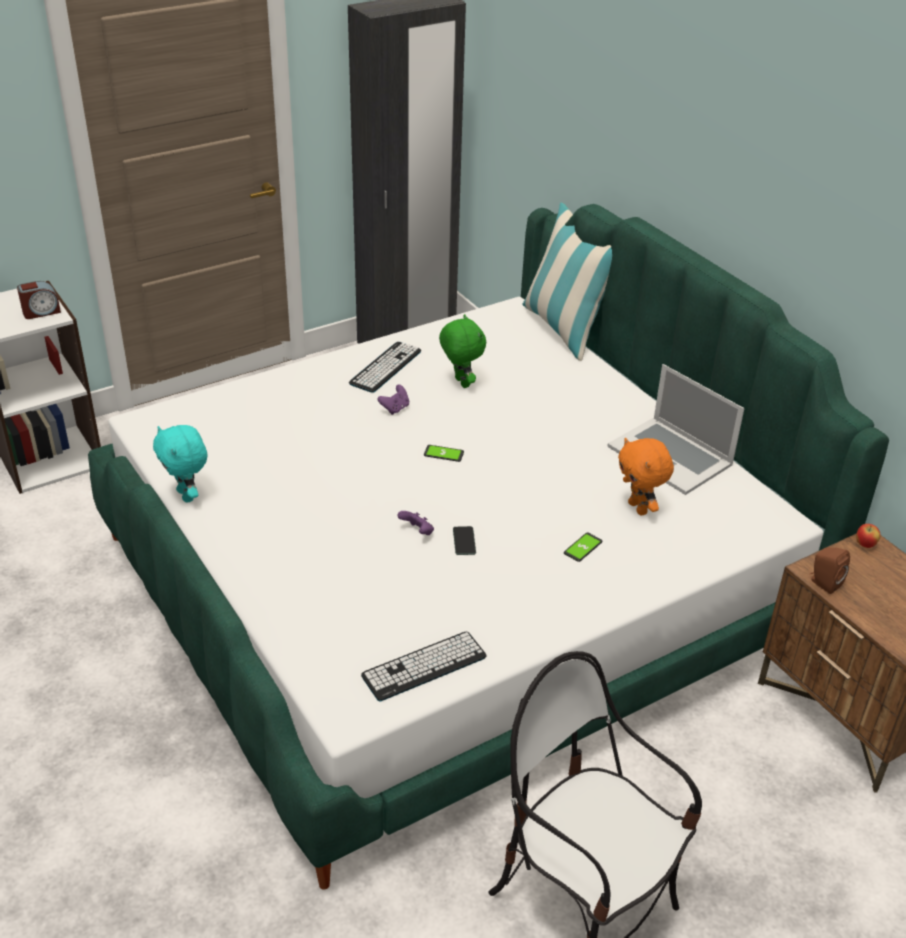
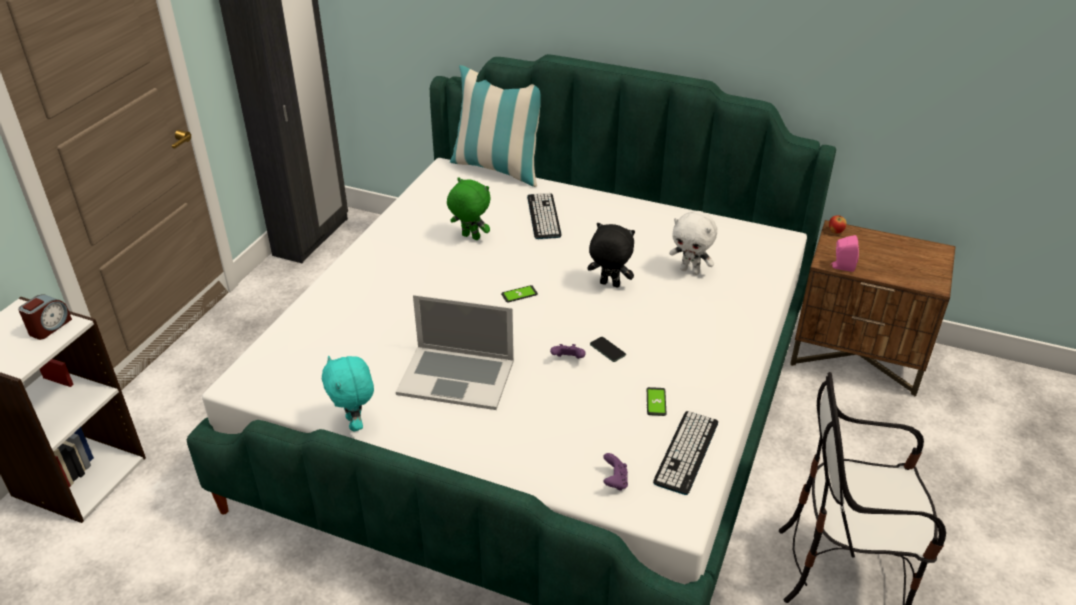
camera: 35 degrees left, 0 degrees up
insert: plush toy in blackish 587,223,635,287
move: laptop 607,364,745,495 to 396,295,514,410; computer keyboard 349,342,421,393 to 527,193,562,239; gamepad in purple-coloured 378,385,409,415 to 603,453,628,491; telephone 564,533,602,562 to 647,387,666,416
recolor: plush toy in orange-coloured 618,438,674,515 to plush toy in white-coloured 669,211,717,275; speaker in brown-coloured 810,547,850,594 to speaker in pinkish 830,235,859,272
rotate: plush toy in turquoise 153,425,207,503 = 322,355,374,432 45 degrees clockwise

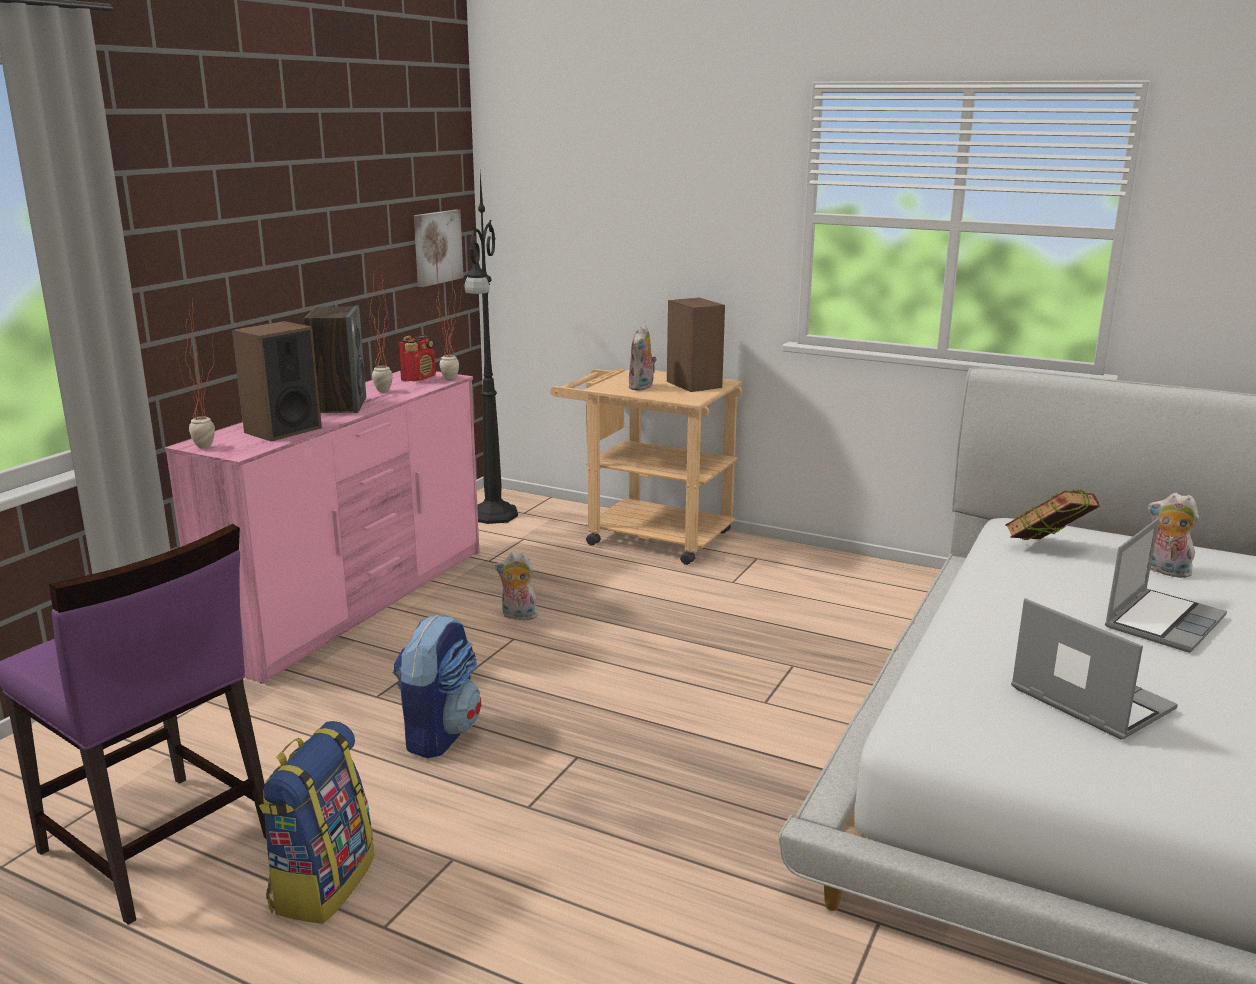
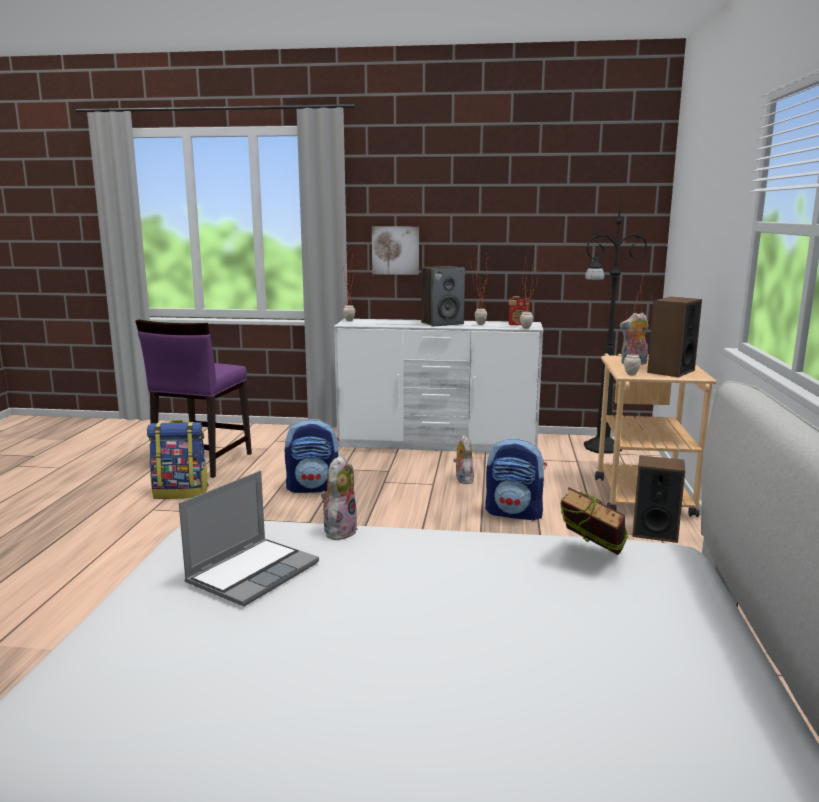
camera: 70 degrees right, 5 degrees down
delete: laptop 1105,518,1227,653
insert: rucksack 485,438,547,521; houseplant 624,277,652,375
move: plush toy 1148,493,1199,578 to 321,455,358,540; wall art 414,210,464,287 to 372,227,419,275; speaker 232,321,322,441 to 632,455,685,543
recolor: chest of drawers in pinkish 165,371,480,684 to chest of drawers in white-coloured 334,319,544,453

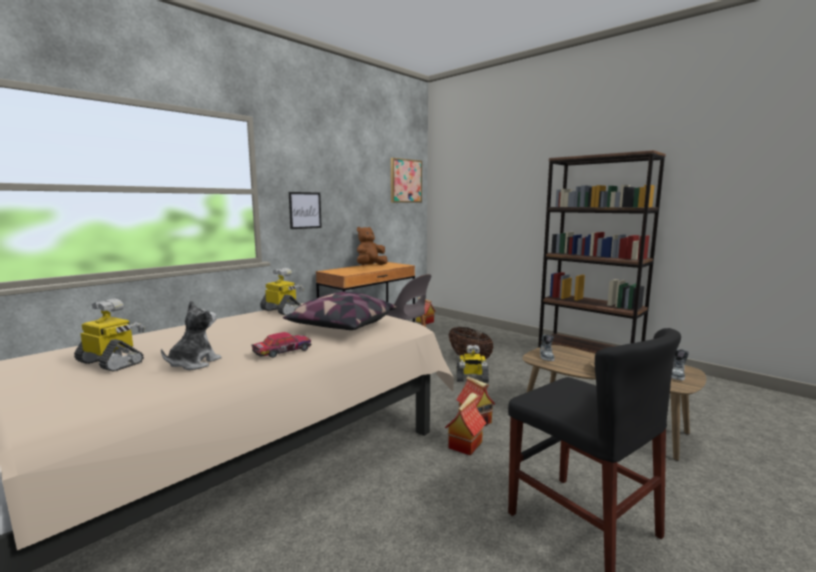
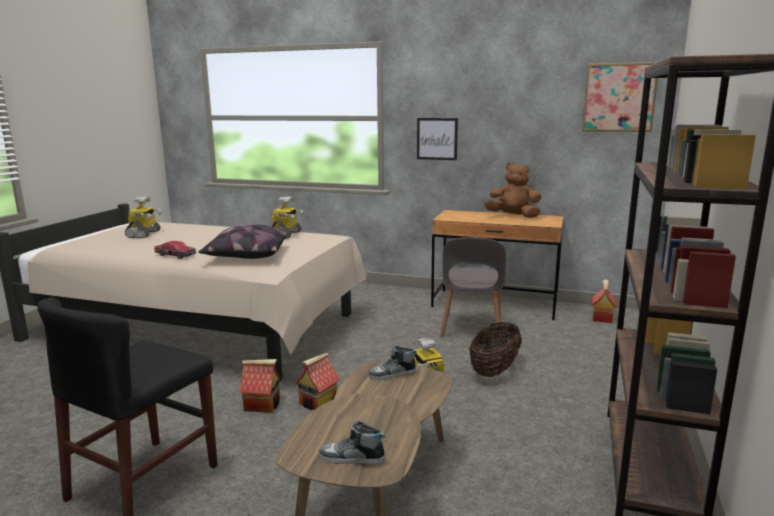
camera: 65 degrees right, 5 degrees up
delete: plush toy 161,300,221,370

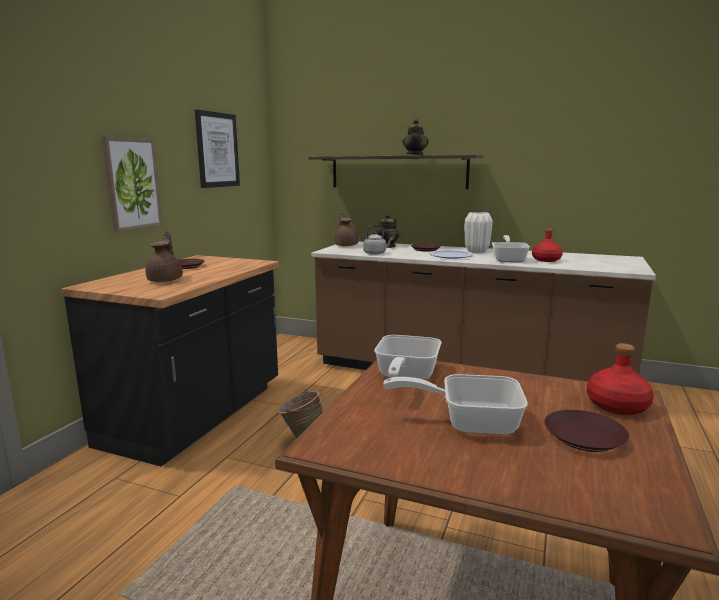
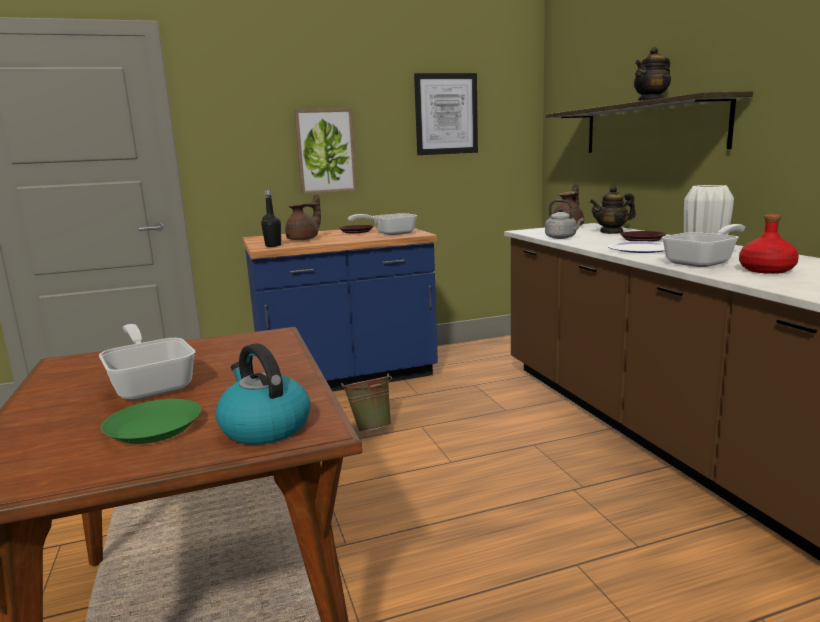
camera: 50 degrees right, 0 degrees up
insert: beverage bottle in blackish 261,190,281,247
move: pan 374,335,442,380 to 348,213,417,235
replace: beverage bottle in reddish 587,343,654,415 to tea kettle 216,343,311,445
recolor: plate in brown-coloured 544,410,629,452 to plate in greenish 101,399,201,444; counter in blackish 62,255,279,466 to counter in blue 242,226,438,391

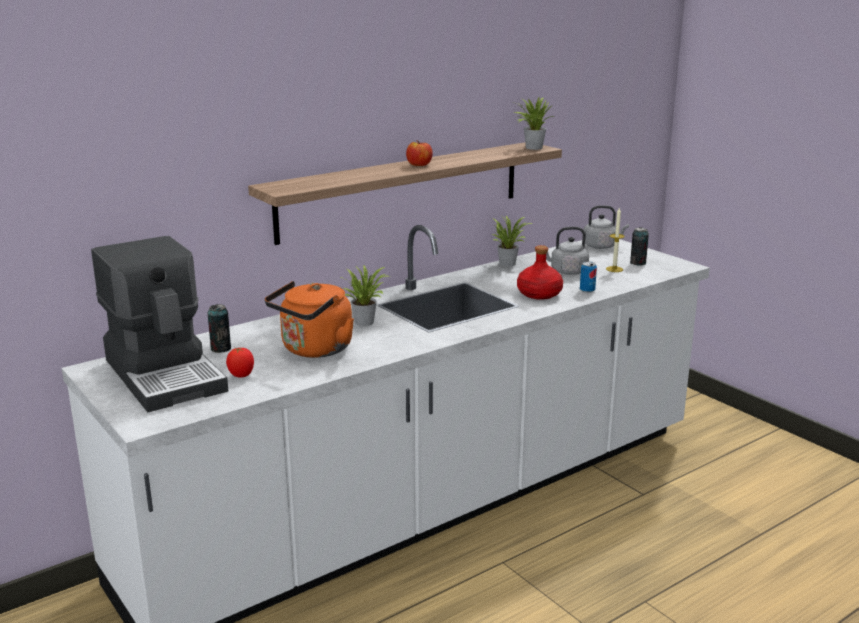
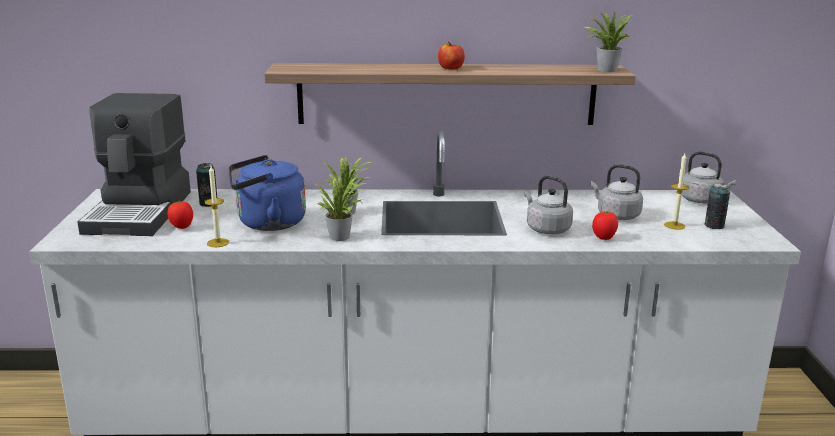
camera: 35 degrees right, 0 degrees up
insert: candle 205,166,229,247
move: houseplant 491,216,533,266 to 313,177,367,241
replace: beverage bottle in reddish 517,245,563,300 to tea kettle in grey 524,175,573,234; sealed can 580,262,597,293 to fresh tomato 592,211,618,240
recolor: tea kettle in orange-coloured 265,281,354,358 to tea kettle in blue 229,155,306,231

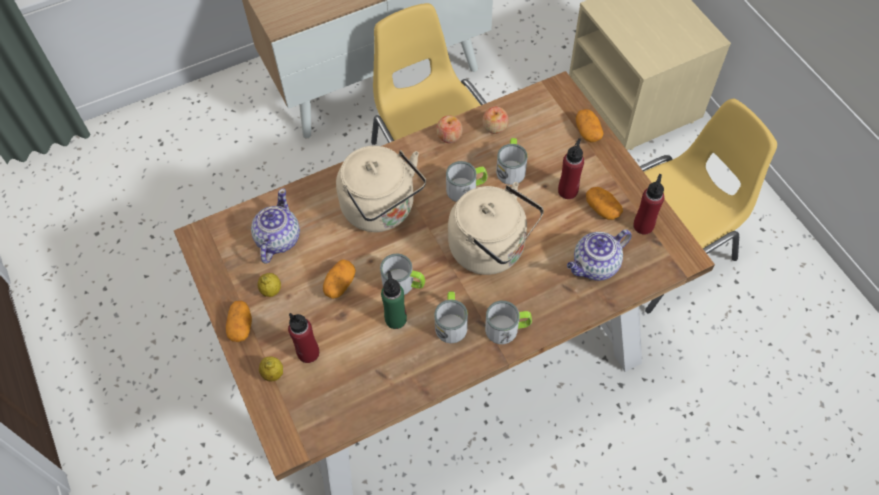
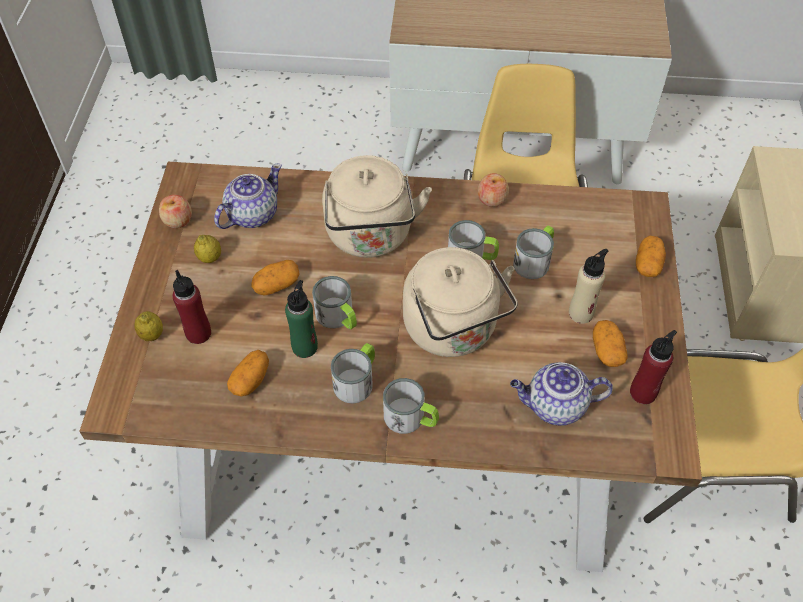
camera: 30 degrees right, 5 degrees down
move: whole apple 482,107,509,134 to 159,195,192,228; potato 226,301,252,342 to 227,350,269,397
recolor: beverage bottle in reddish 558,138,584,199 to beverage bottle in sand-coloured 569,249,608,324

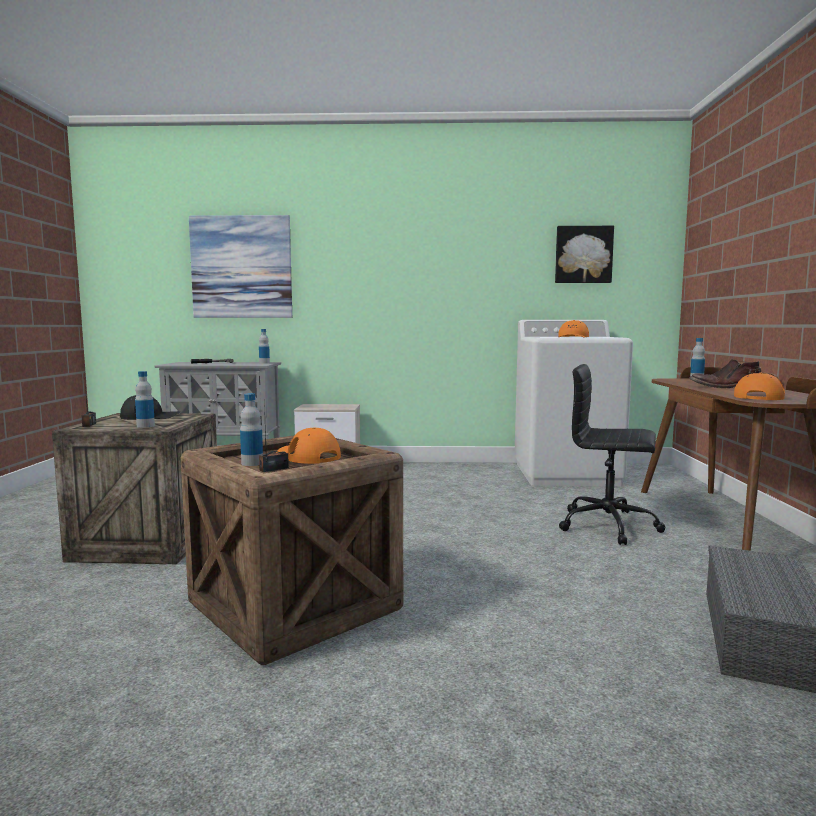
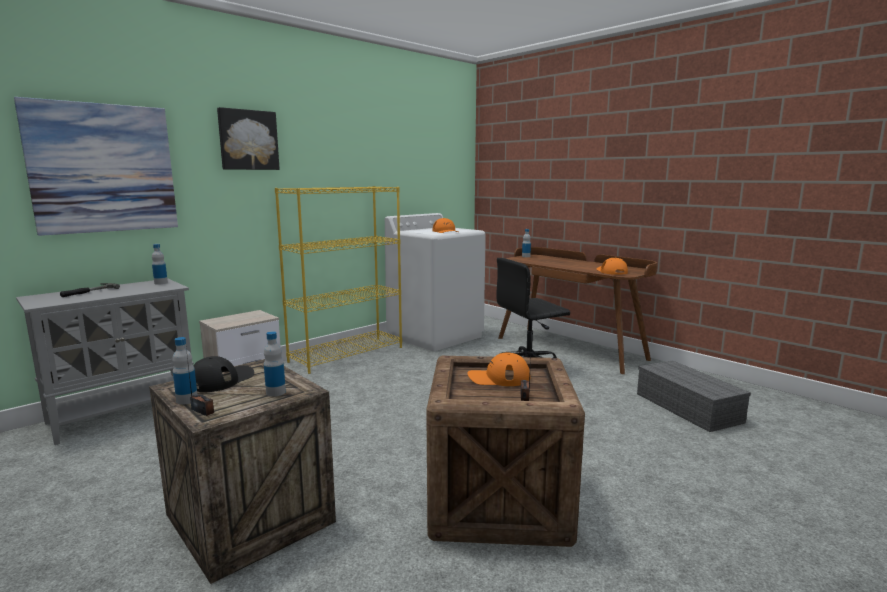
camera: 45 degrees left, 5 degrees up
delete: boot in brown-coloured 690,359,761,388
insert: bookshelf in yellowish 275,186,402,374
move: beverage bottle 240,393,263,466 to 172,337,197,405; wall art 555,226,614,283 to 217,107,280,170

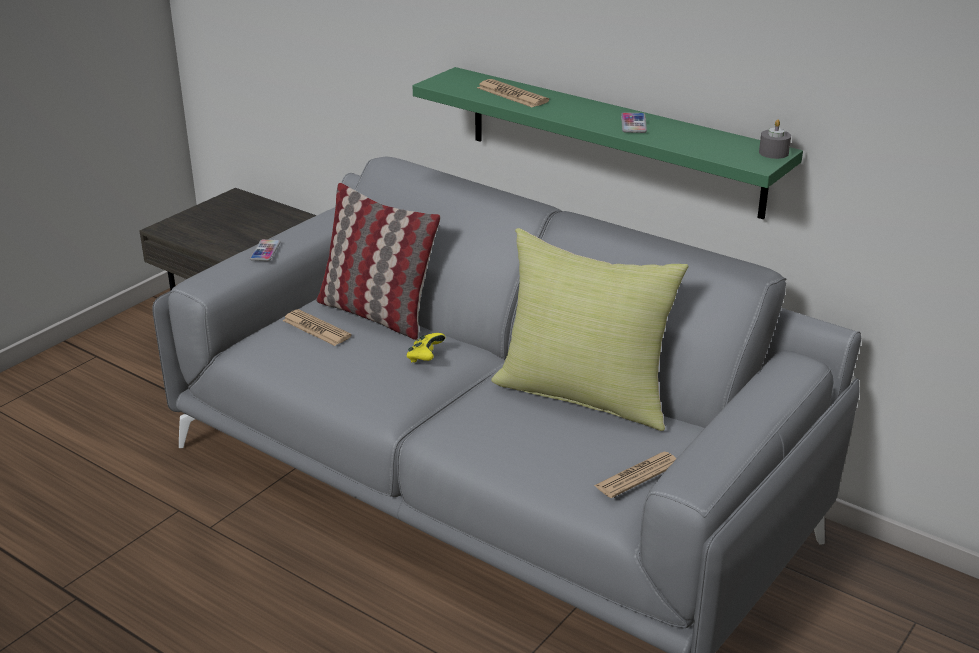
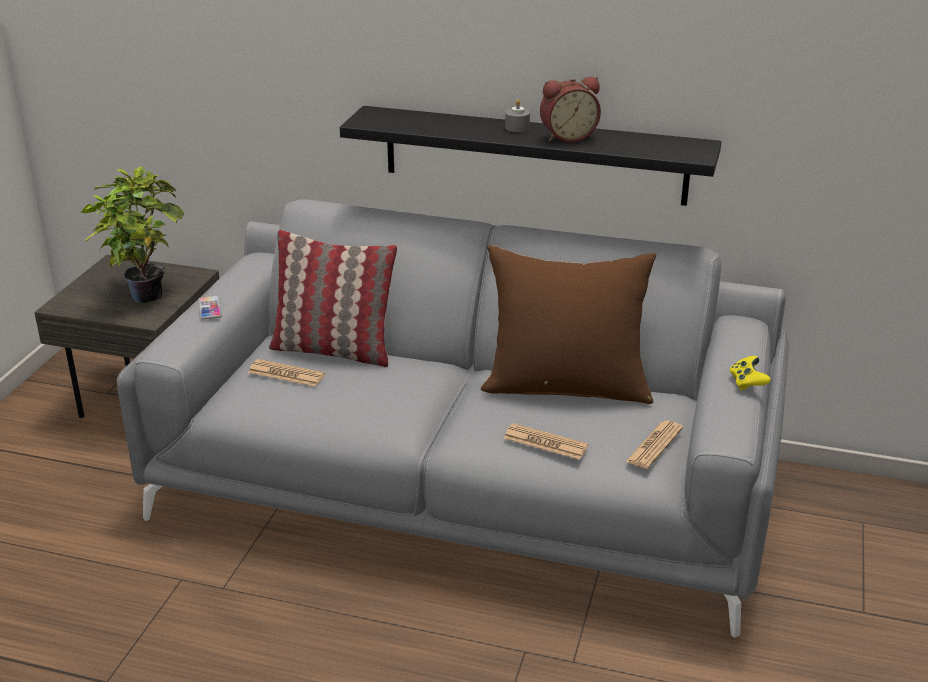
camera: 20 degrees left, 0 degrees up
insert: houseplant 81,166,184,303
move: newspaper 477,79,549,108 to 504,423,589,460; candle in grey 759,119,791,159 to 505,99,530,132; gamepad in yellowish 407,333,446,363 to 730,356,771,390
replace: telephone 621,112,647,133 to alarm clock 540,77,601,142
recolor: bracket shelf in greenish 413,67,803,220 to bracket shelf in blackish 340,106,721,206; pillow in yellowish 491,228,688,431 to pillow in brown-coloured 481,245,656,404

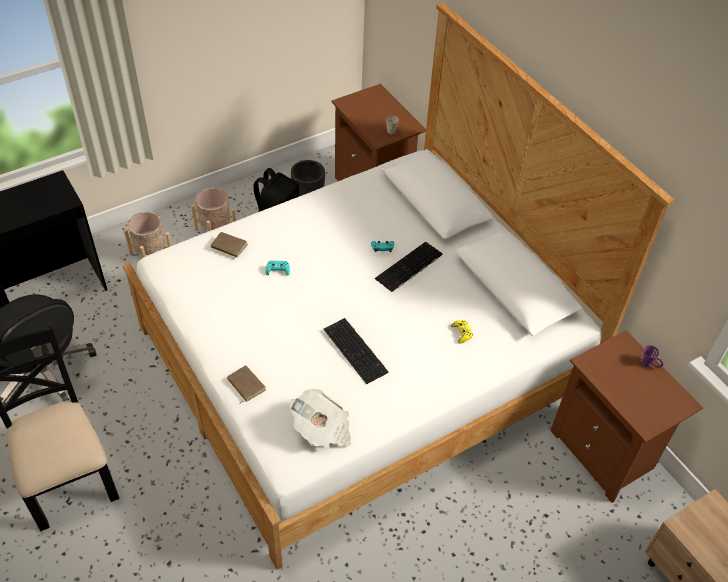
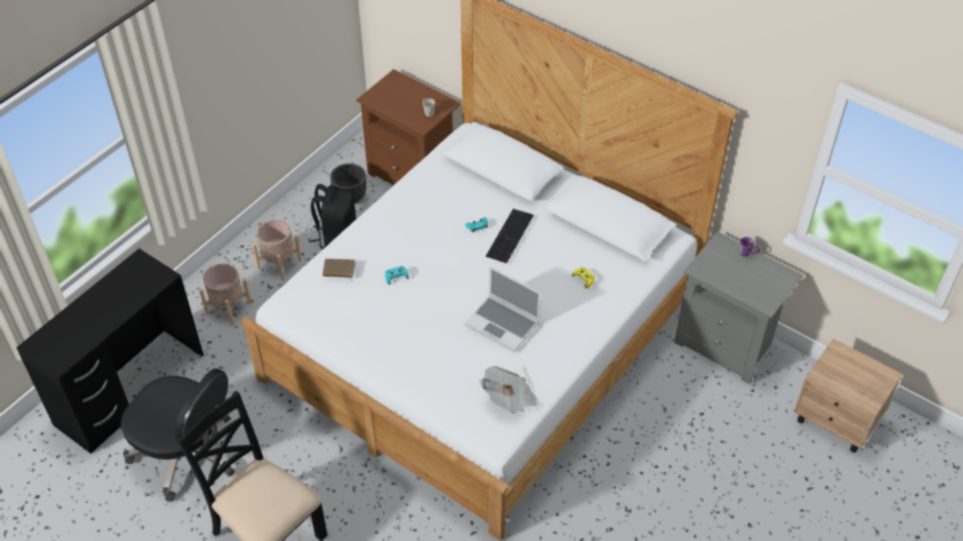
camera: 20 degrees left, 0 degrees up
delete: volume in brown-coloured 227,365,266,404
replace: computer keyboard 324,318,388,384 to laptop 464,267,541,352
recolor: nightstand in brown-coloured 551,330,703,503 to nightstand in grey 674,232,803,384

